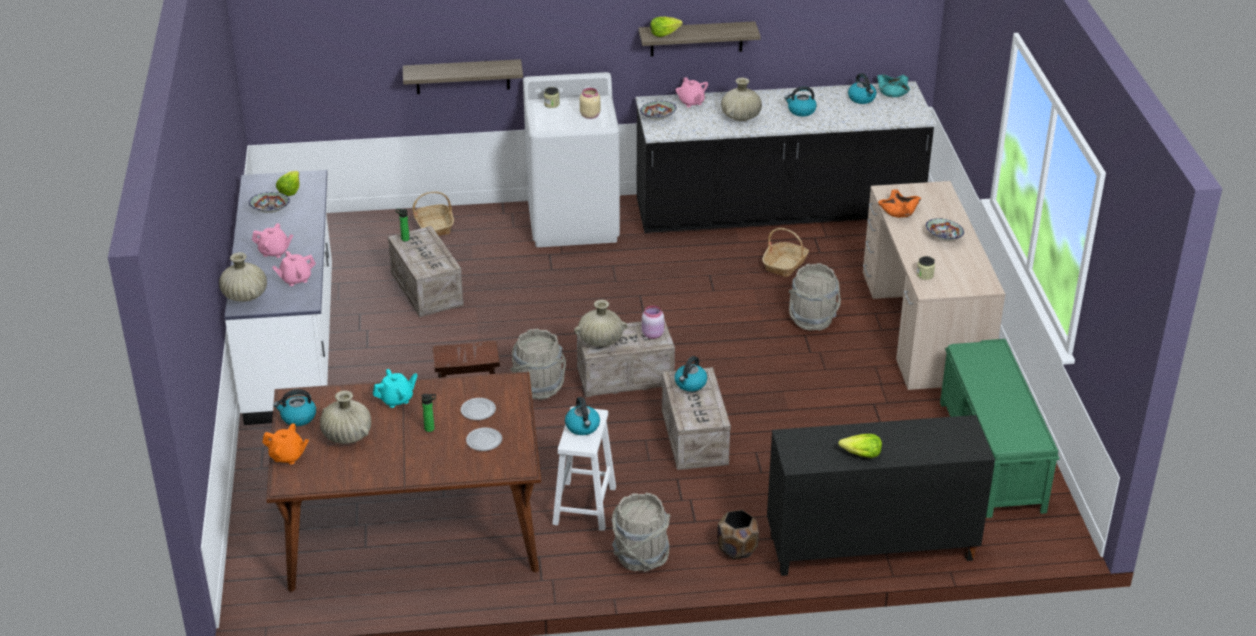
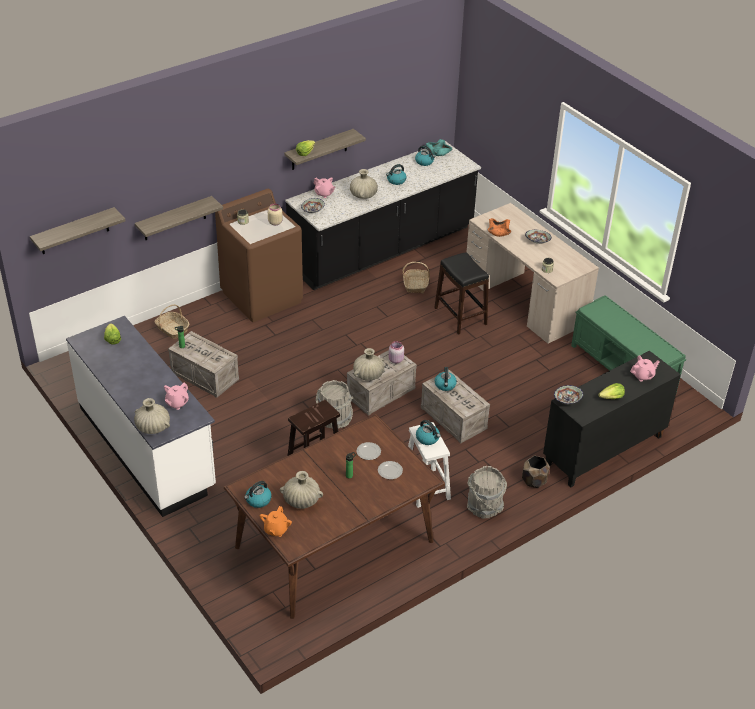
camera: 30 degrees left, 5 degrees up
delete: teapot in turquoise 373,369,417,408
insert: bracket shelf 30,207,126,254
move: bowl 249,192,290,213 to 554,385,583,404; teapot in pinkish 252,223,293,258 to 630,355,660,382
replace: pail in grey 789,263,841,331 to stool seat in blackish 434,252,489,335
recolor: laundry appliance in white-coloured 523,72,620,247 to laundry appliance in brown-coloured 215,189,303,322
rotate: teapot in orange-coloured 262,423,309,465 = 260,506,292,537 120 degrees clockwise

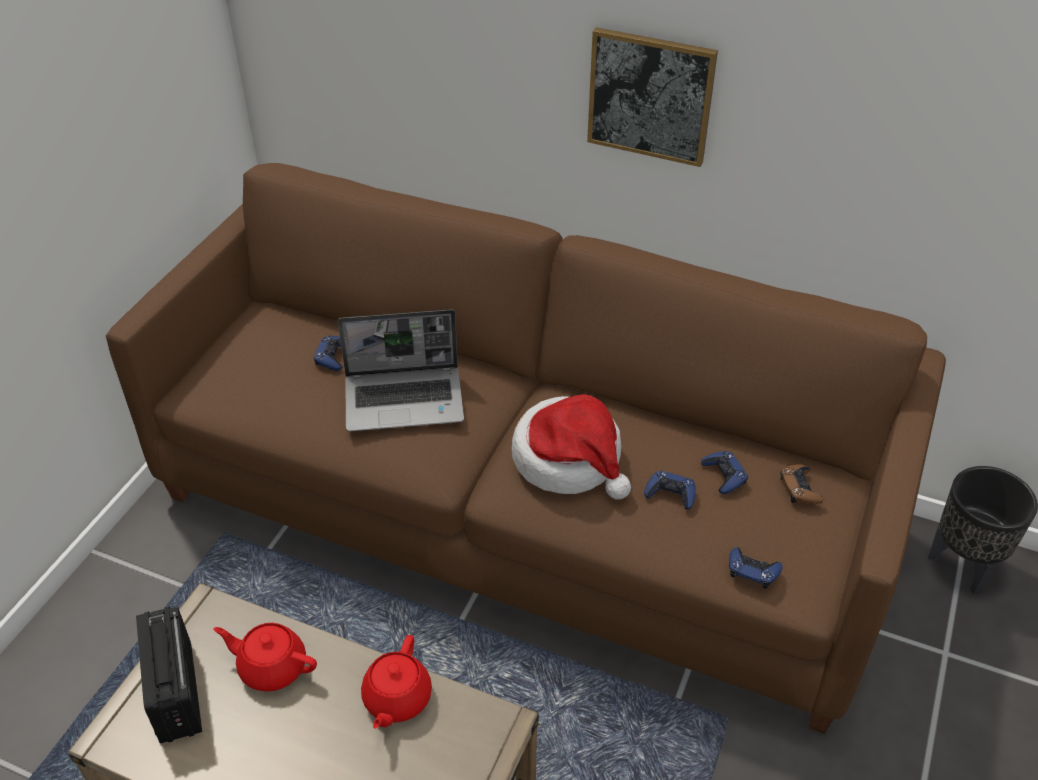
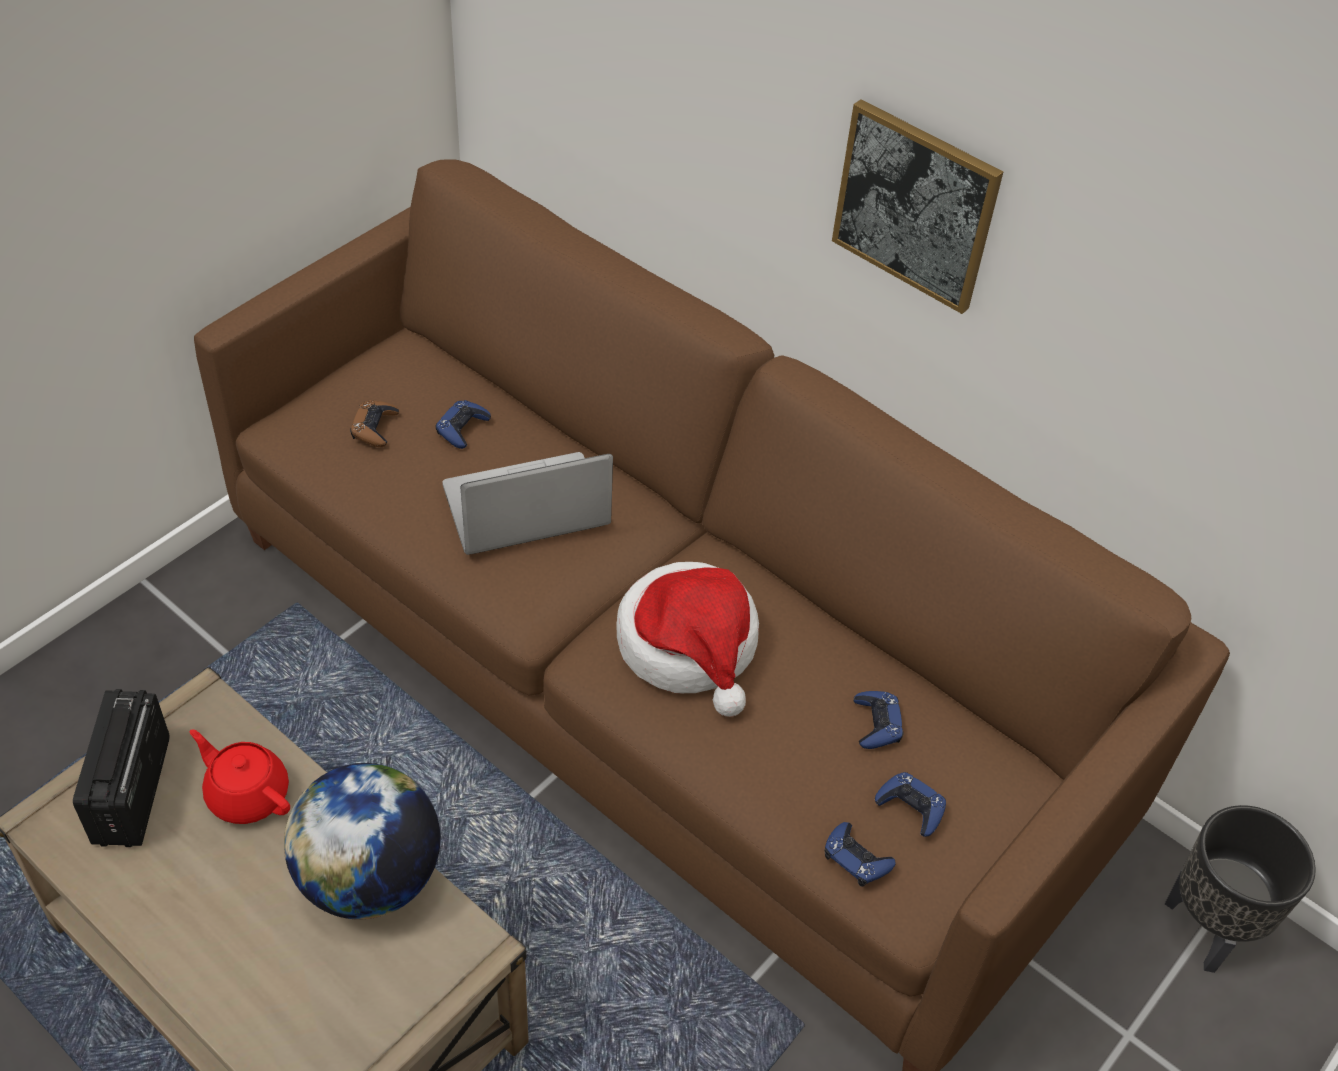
camera: 15 degrees right, 5 degrees up
move: gamepad in brown-coloured 780,464,824,504 to 350,400,399,447; gamepad in blue 644,471,696,510 to 875,772,946,837
replace: teapot in reddish 361,635,432,729 to world globe 284,763,440,919
rotate: laptop 337,309,464,432 = 443,452,613,555 150 degrees clockwise

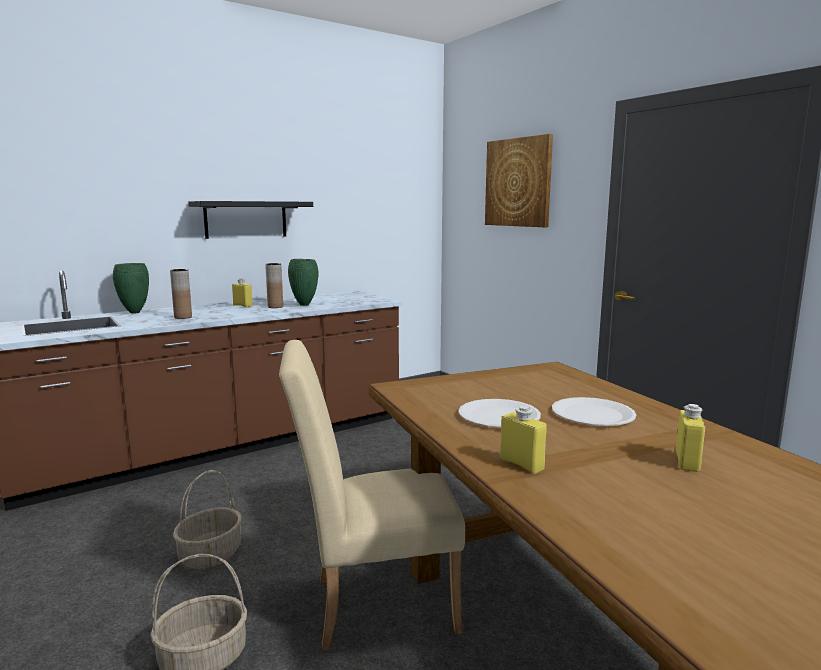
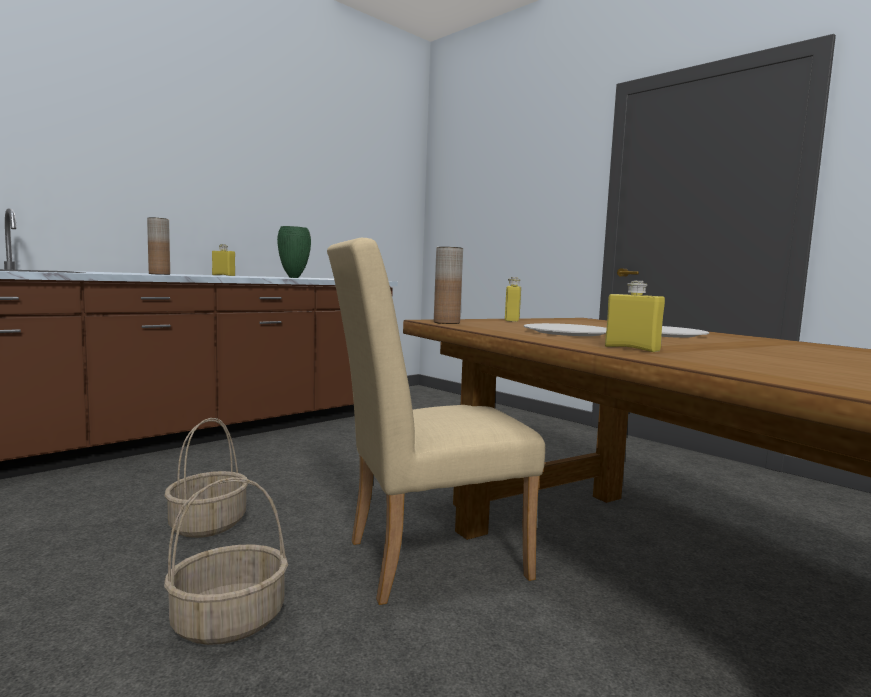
camera: 10 degrees left, 5 degrees down
delete: vase in greenish 113,263,149,314; bracket shelf in blackish 188,201,313,239; wall art 485,134,553,227
move: vase in brown-coloured 265,263,283,308 to 434,247,463,324; beverage bottle in yellowish 676,404,705,472 to 505,277,521,322

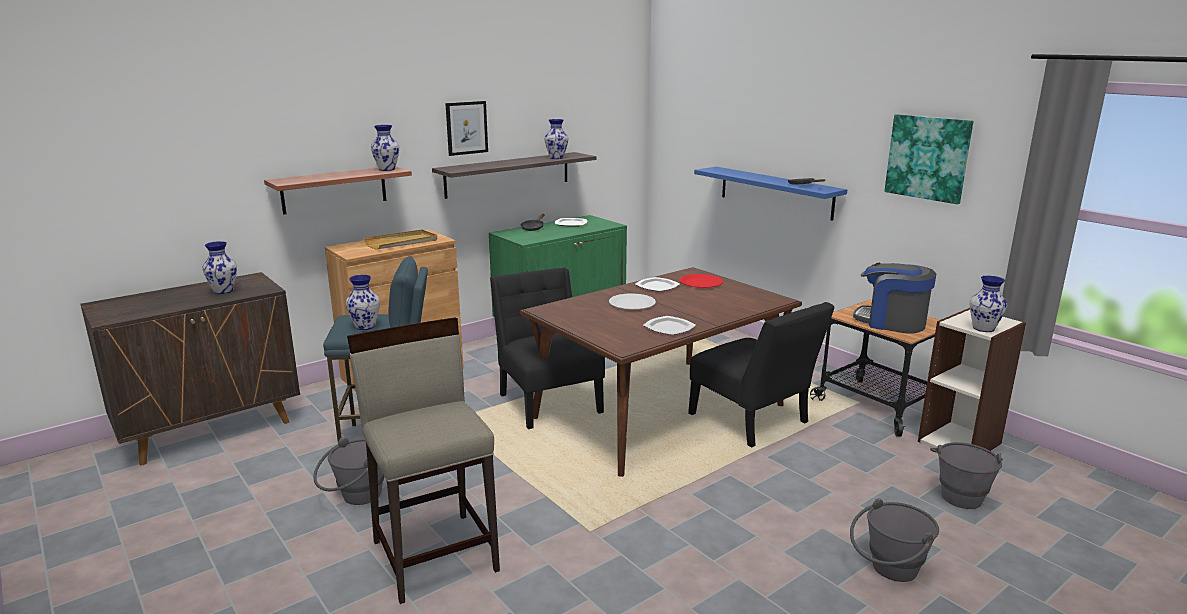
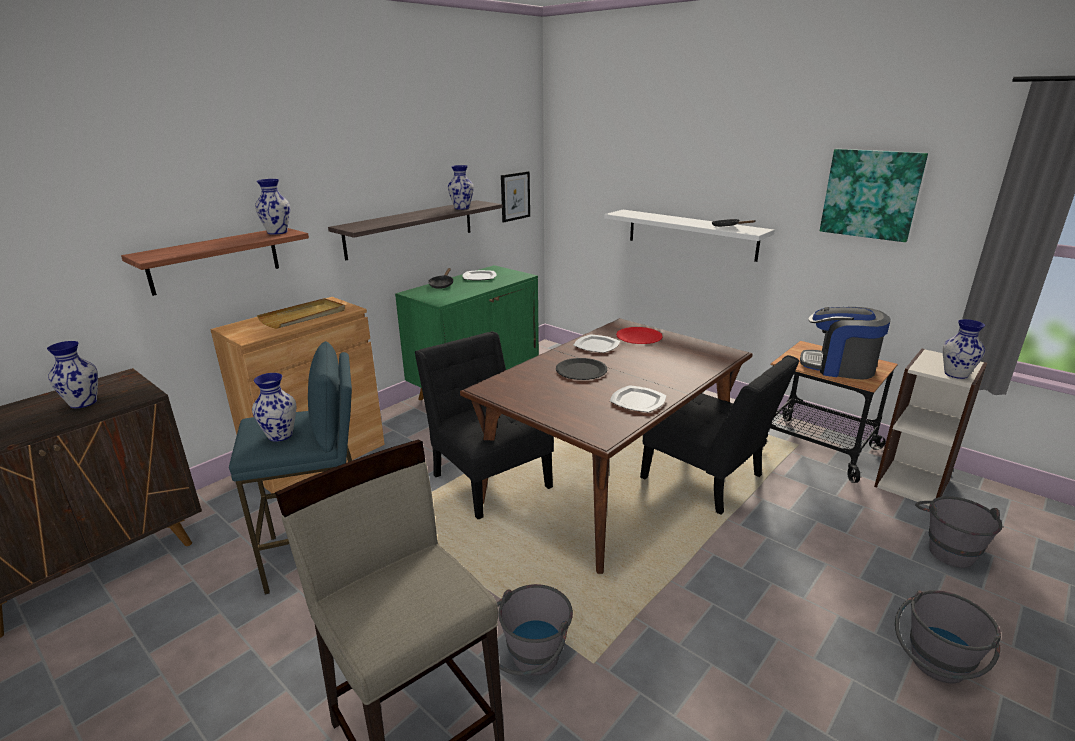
camera: 10 degrees left, 5 degrees up
move: pail in grey 313,437,384,505 to 497,584,573,675; wall art 445,101,488,156 to 501,171,530,222
recolor: plate in white-coloured 609,293,656,310 to plate in blackish 556,358,607,380; bracket shelf in blue 694,167,847,221 to bracket shelf in white-coloured 604,210,775,262

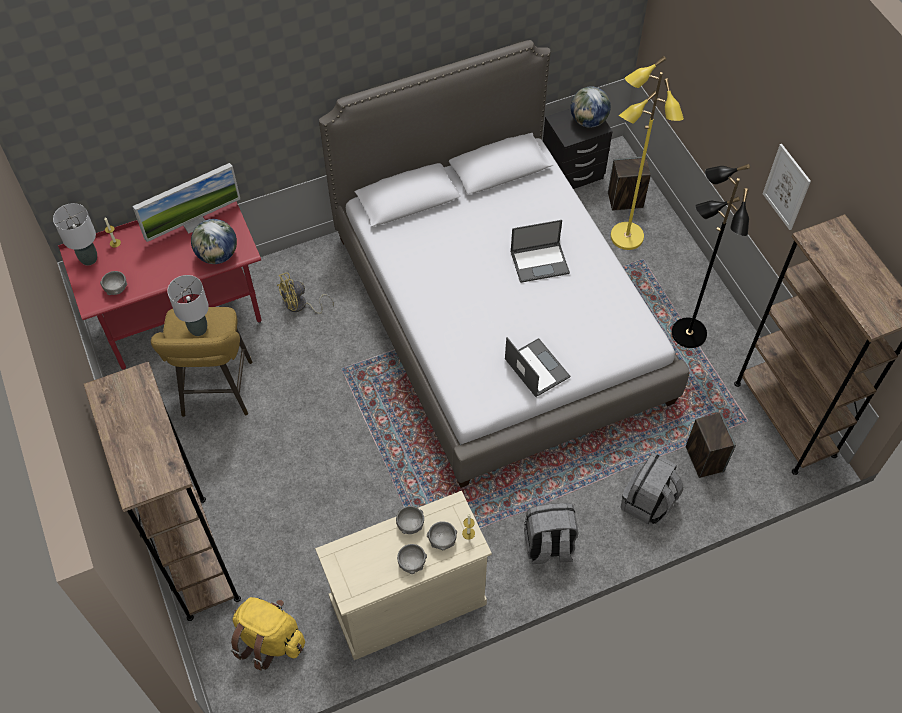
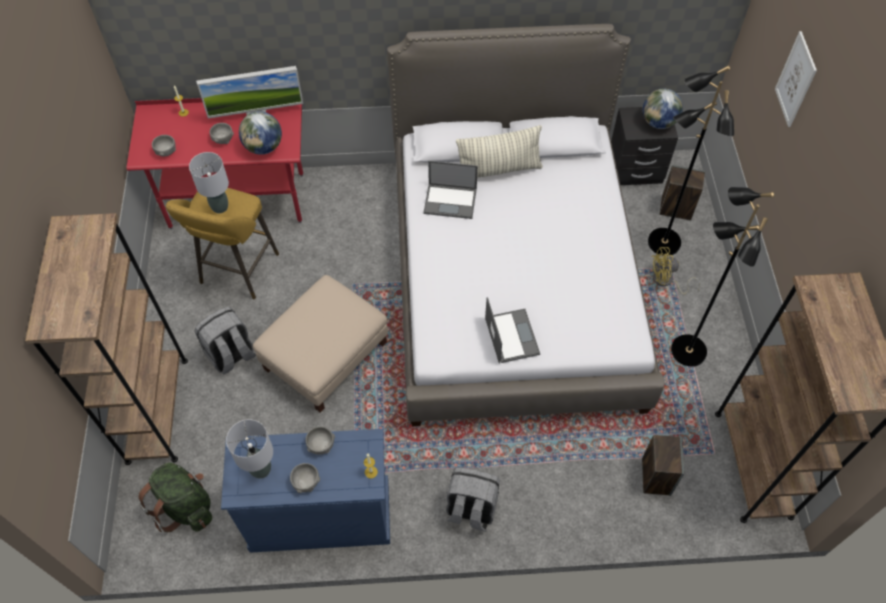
camera: 20 degrees right, 0 degrees up
insert: pouffe in sand-coloured 253,275,388,413; pillow 456,125,543,178
move: rucksack in grey 621,452,684,525 to 195,307,256,375; bowl in grey 427,521,457,550 to 210,123,234,144; table lamp in grey 53,203,97,265 to 226,419,273,479; laptop 511,220,570,283 to 423,161,478,219; cooling fan in yellowish 277,273,334,314 to 651,247,701,295; wall art 763,144,811,230 to 775,31,817,127
recolor: rucksack in yellowish 231,597,305,671 to rucksack in greenish 138,462,212,532; chest of drawers in sand-coloured 315,491,492,660 to chest of drawers in blue 221,429,390,553; standard lamp in yellowish 611,56,684,250 to standard lamp in blackish 648,65,734,256

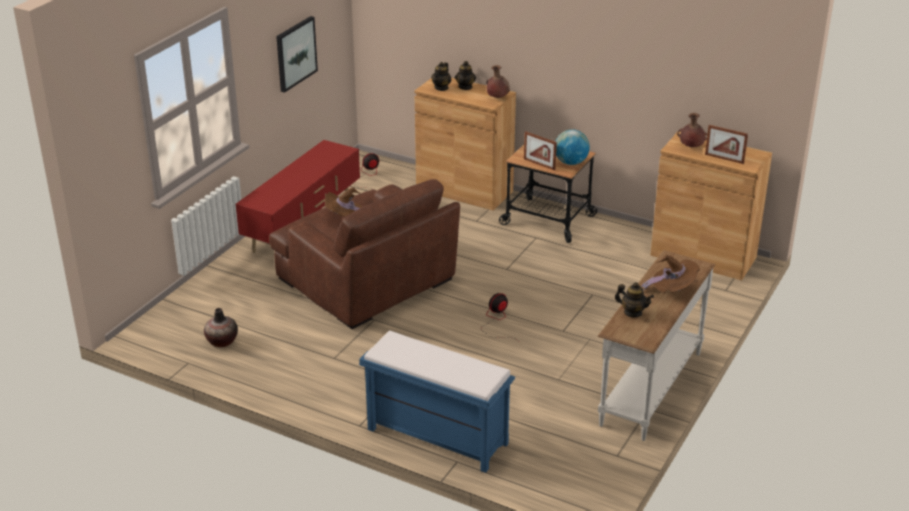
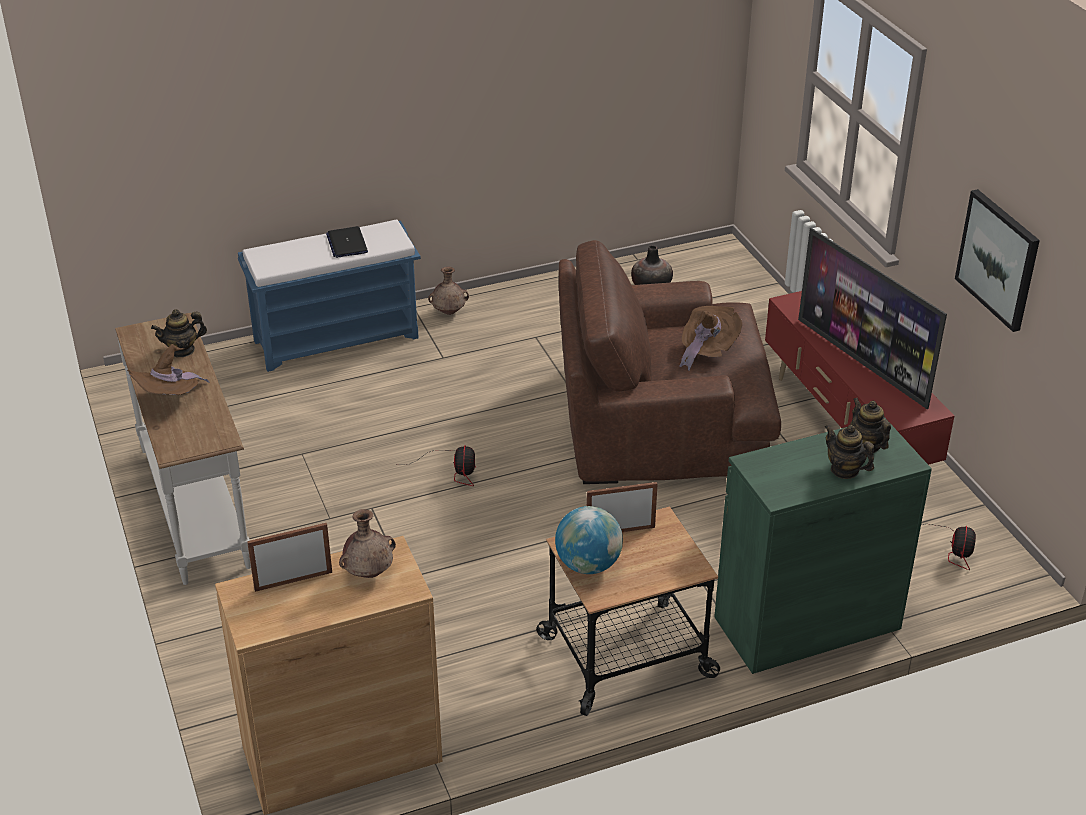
camera: 130 degrees right, 5 degrees up
insert: laptop 326,226,368,258; TV set 798,228,947,409
move: vase in brown-coloured 486,65,510,98 to 428,267,469,315
recolor: cabinet in brown-coloured 414,77,516,211 to cabinet in greenish 714,417,932,674

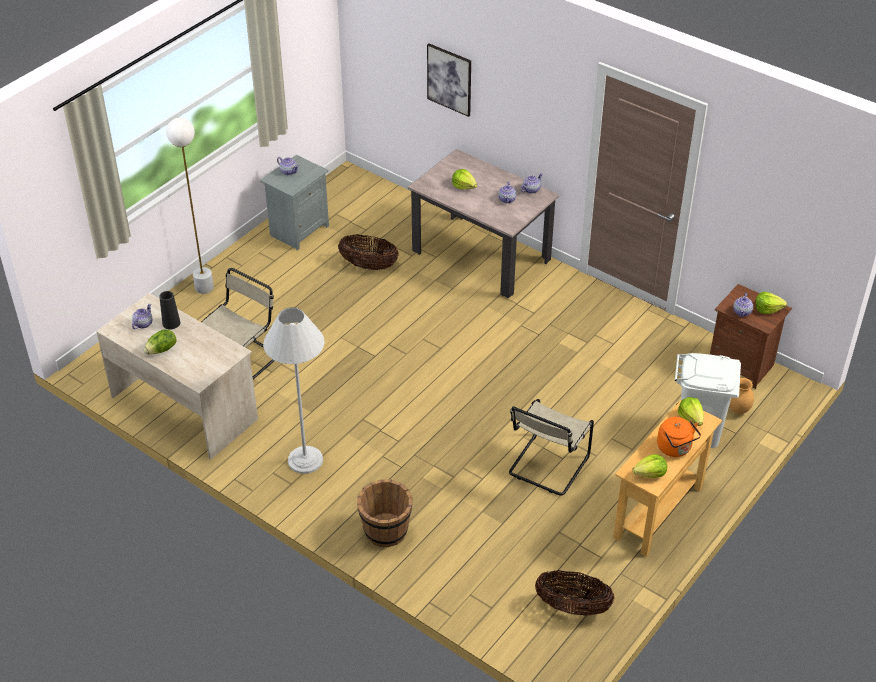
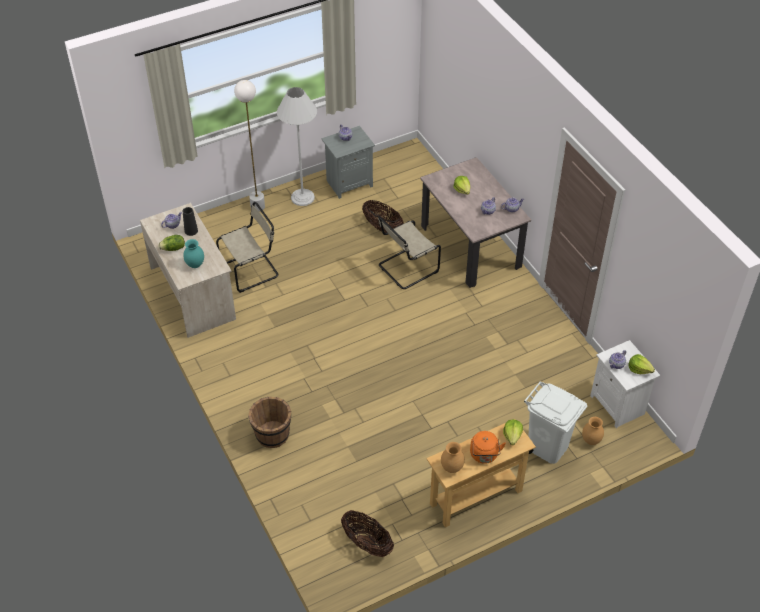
camera: 25 degrees right, 5 degrees up
delete: wall art 427,43,471,117
insert: vase in turquoise 183,239,204,268
move: standard lamp in white-coloured 263,307,325,474 to 277,87,317,206; chair in sand-coloured 509,399,594,496 to 378,216,441,289
replace: lettuce head 632,454,667,478 to vase in brown-coloured 441,442,465,473
recolor: nightstand in brown-coloured 710,284,792,389 to nightstand in white-coloured 590,340,660,429

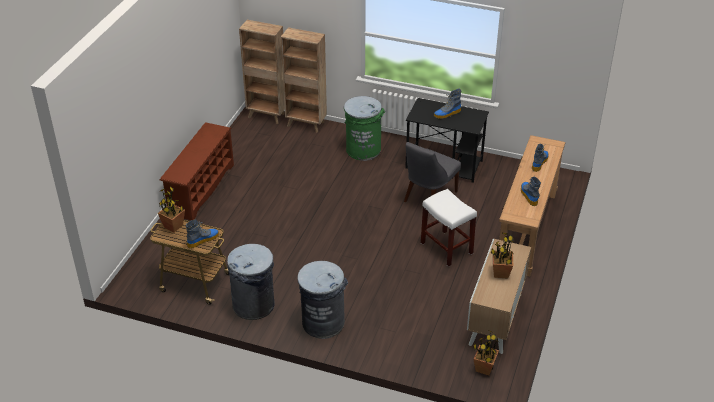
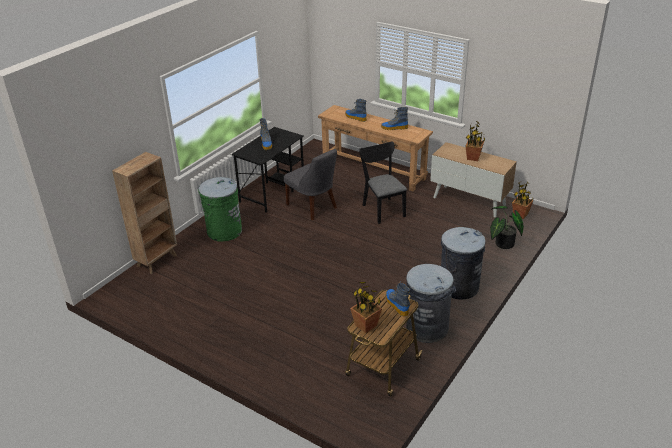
camera: 75 degrees left, 5 degrees down
delete: shoe rack in brown-coloured 160,122,234,220; bookshelf in brown-coloured 239,20,285,124
insert: houseplant 490,206,524,249
replace: stool seat in white-coloured 421,189,477,267 to chair in blackish 359,142,407,224

